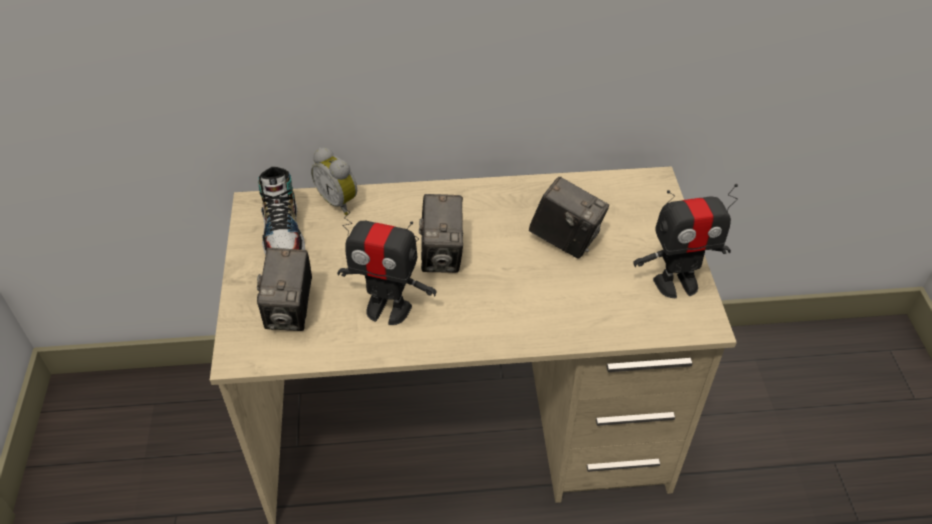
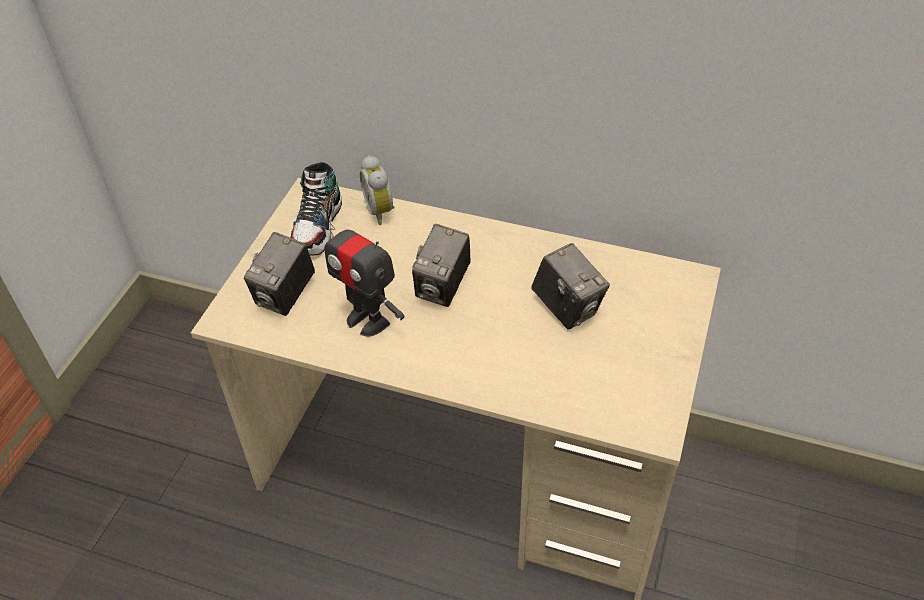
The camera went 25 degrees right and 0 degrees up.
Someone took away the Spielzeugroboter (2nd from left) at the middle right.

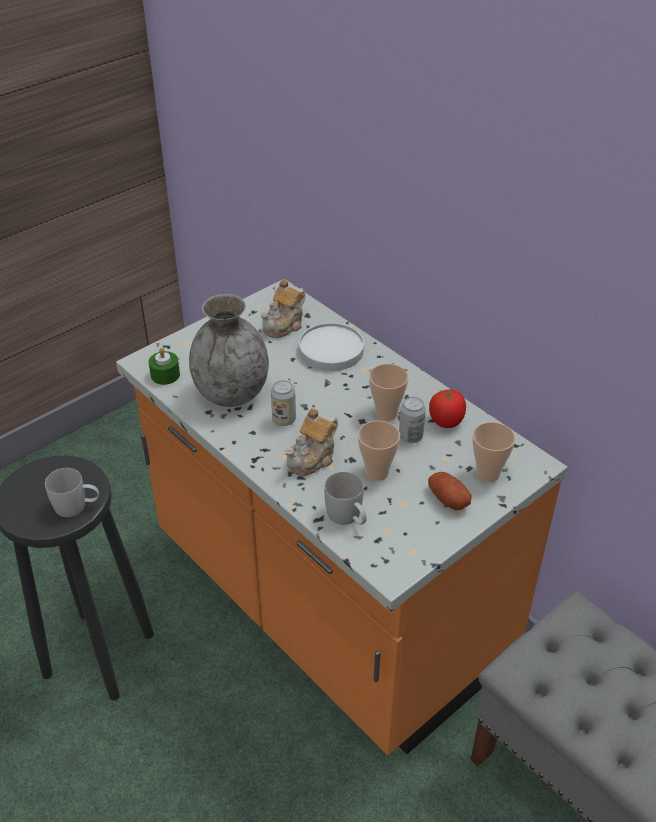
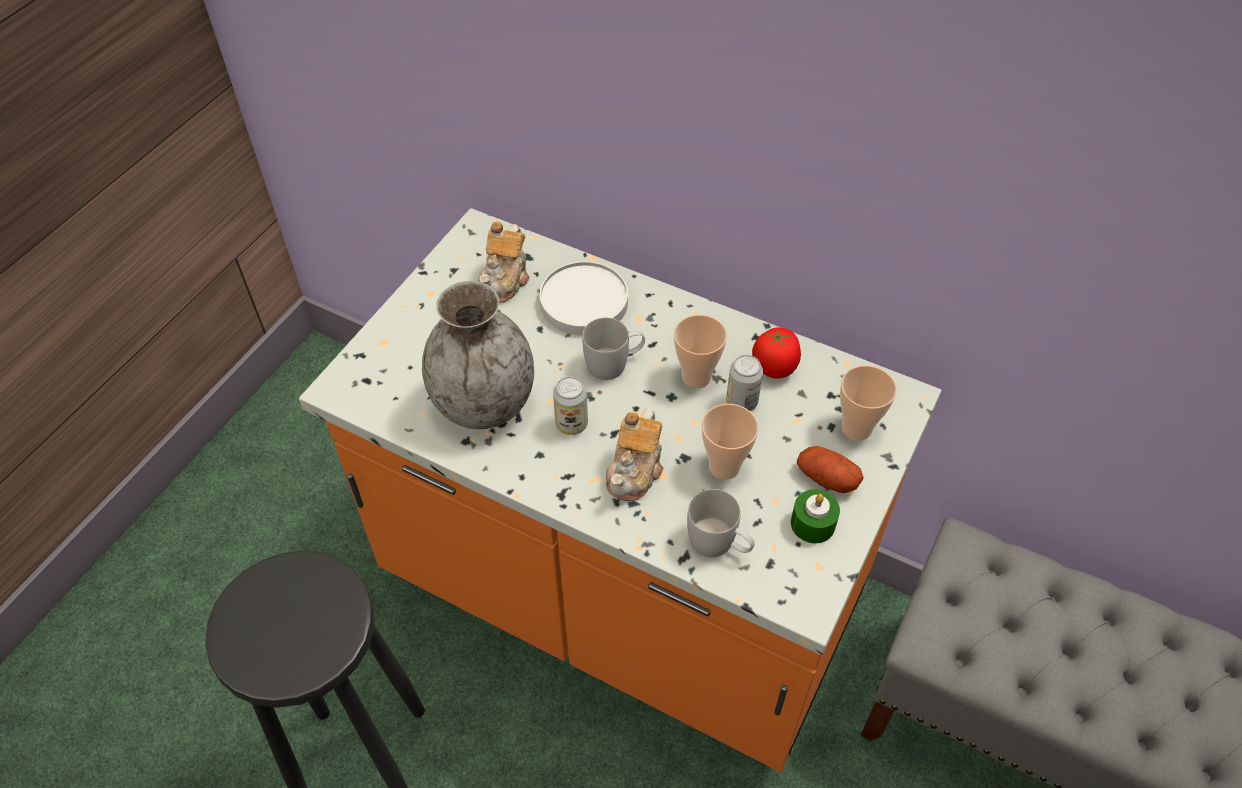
The camera went 20 degrees left and 10 degrees up.
Someone carried the Henkelbecher [weiß] (1st from left) from the middle left to the centre.
Someone carried the Kerze [grün] from the middle left to the centre.

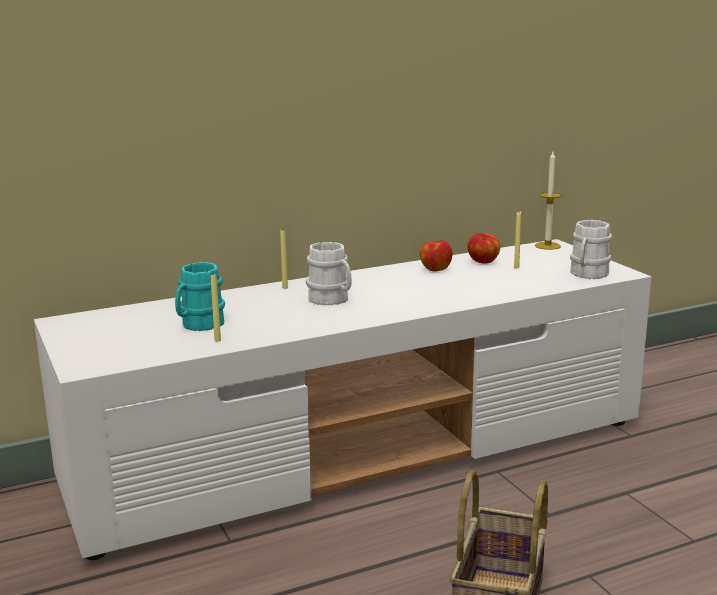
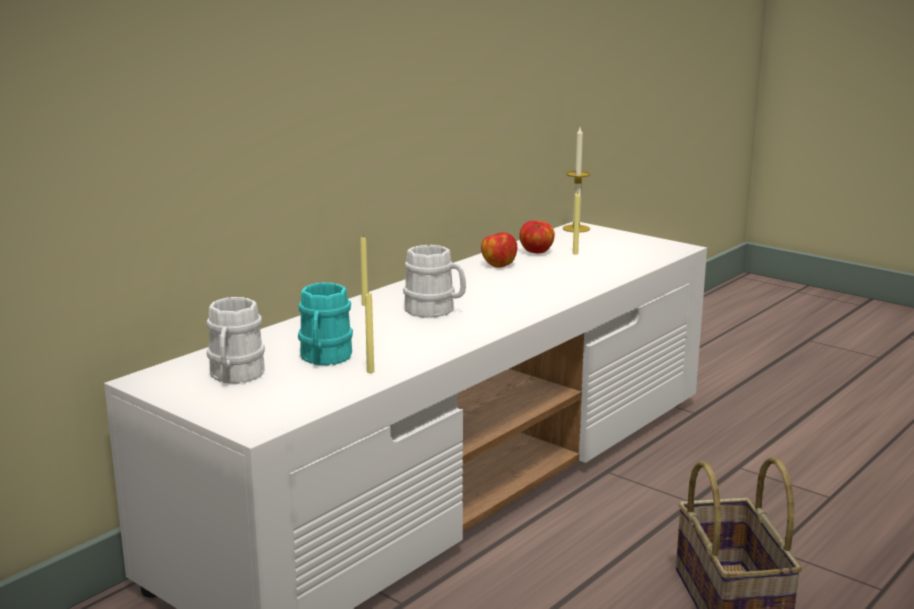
The camera went 25 degrees left and 0 degrees up.
Someone carried the Henkelbecher [weiß] (2nd from left in the first image) from the middle right to the middle left.

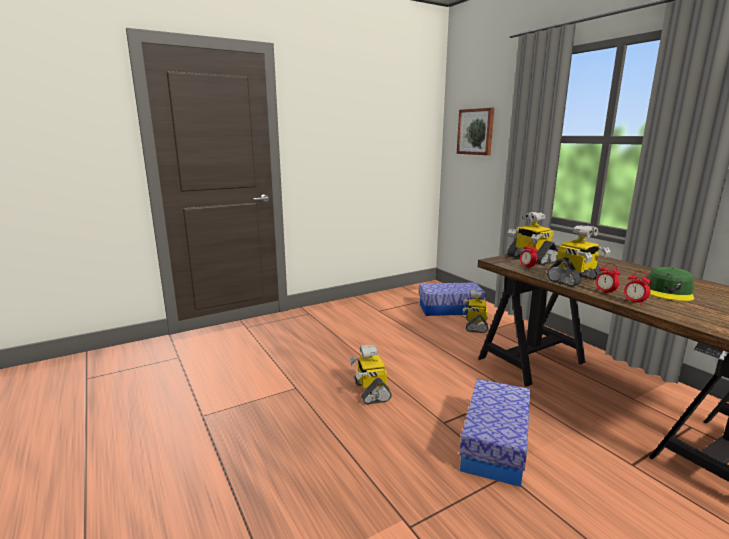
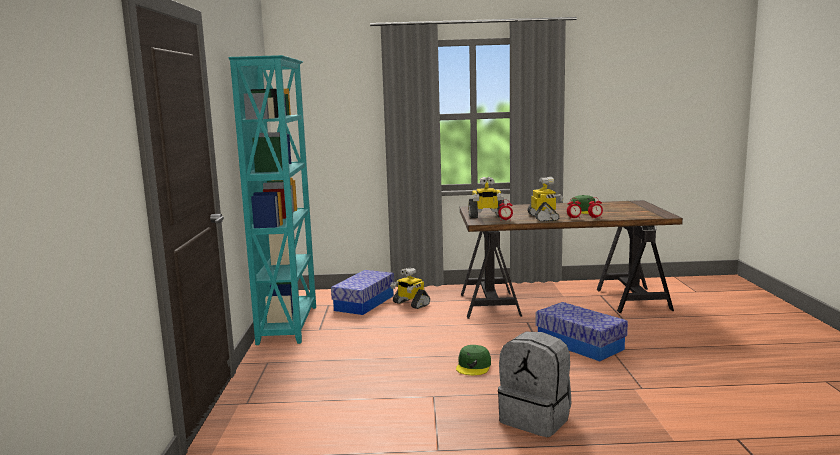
The camera went 60 degrees left and 5 degrees down.
Someone swapped the Spielzeugroboter (1st from left) at the bottom centre for the Kappe [grün] (1st from left) at the bottom centre.
Someone took away the Bild at the top centre.
Someone put down the Bücherregal [türkis] at the middle left.
Someone put down the Rucksack [grau] at the bottom centre.

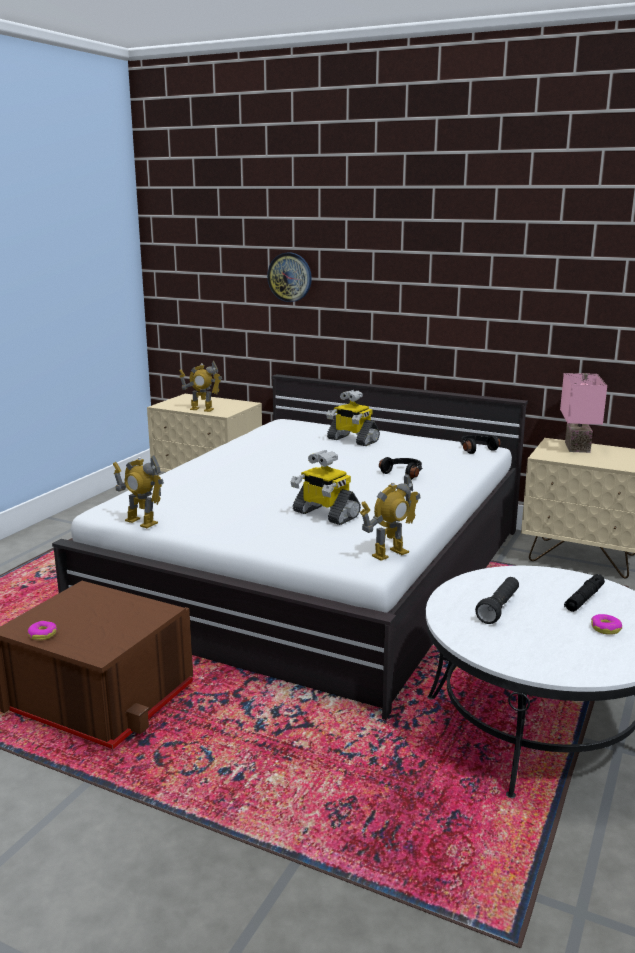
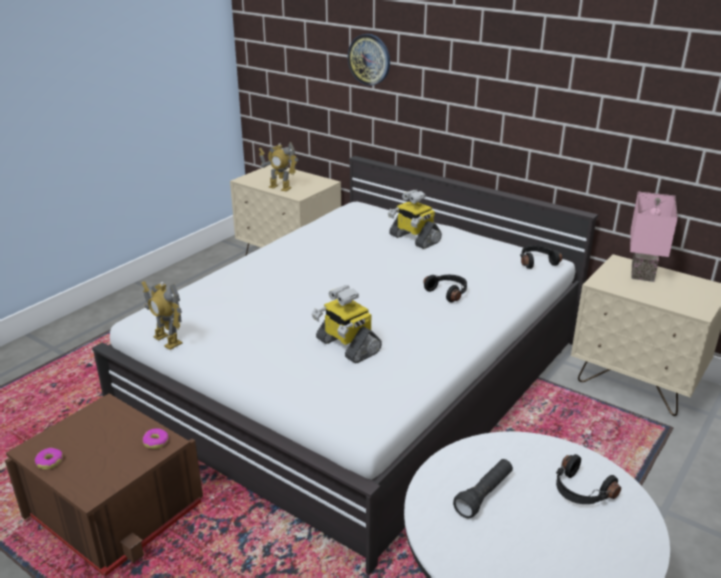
The camera went 10 degrees right and 10 degrees up.
Someone took away the Spielzeugroboter (5th from left) at the centre.
Someone swapped the Taschenlampe [schwarz] (2nd from left) at the middle right for the Kopfhörer [schwarz] (3rd from left) at the bottom right.
Someone carried the Donut (2nd from left) from the middle right to the bottom left.

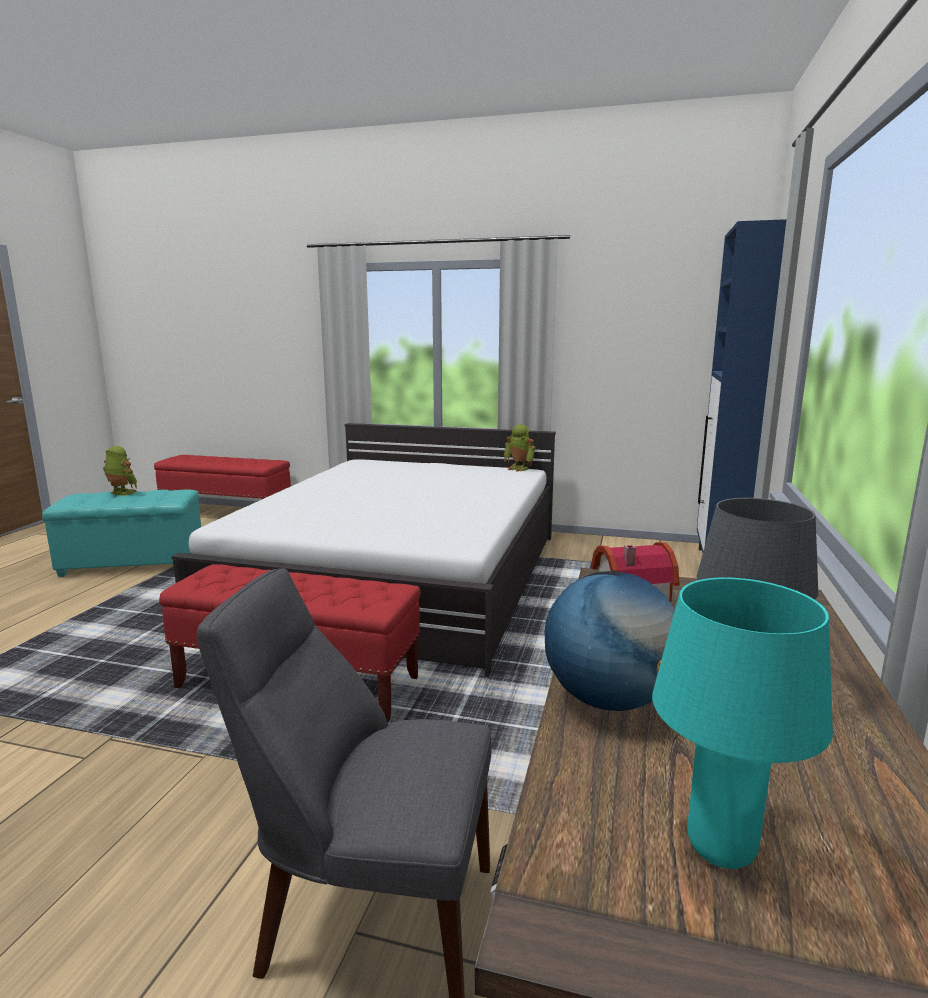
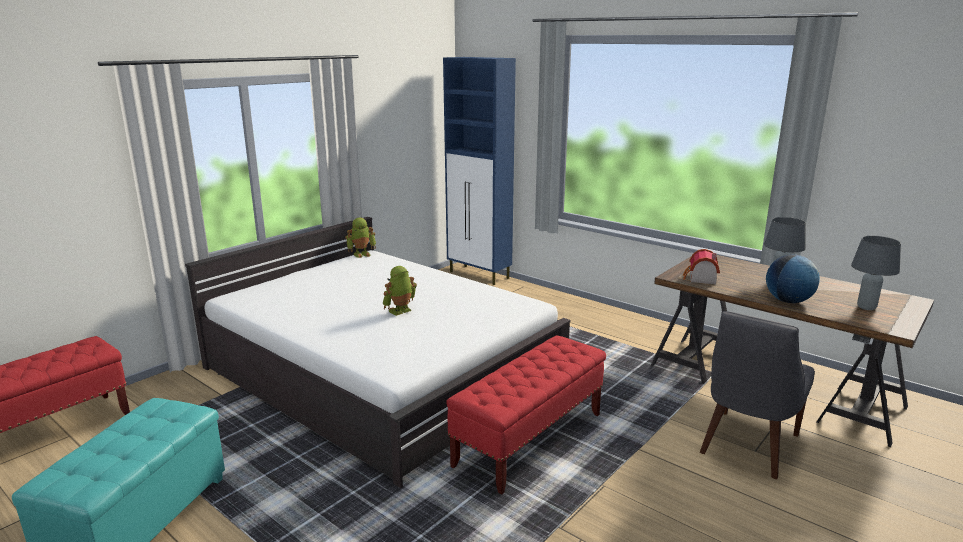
The camera went 65 degrees left and 5 degrees up.
Someone carried the Spielzeugroboter (1st from left in the first image) from the middle left to the centre.
Someone repainted the Tischlampe [türkis] at the bottom right, which became the Tischlampe [grau] (2nd from left) at the middle right.

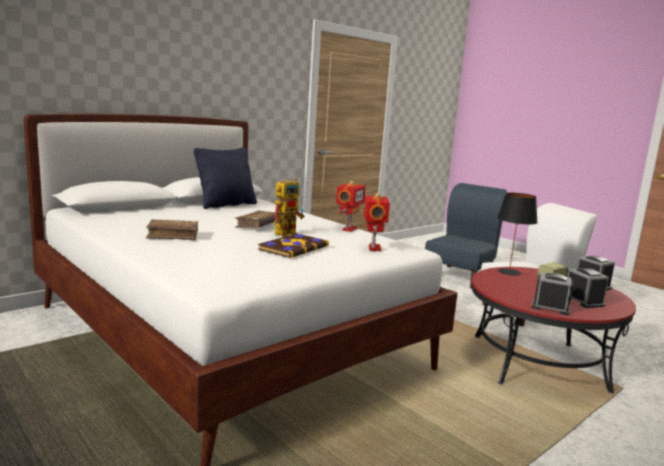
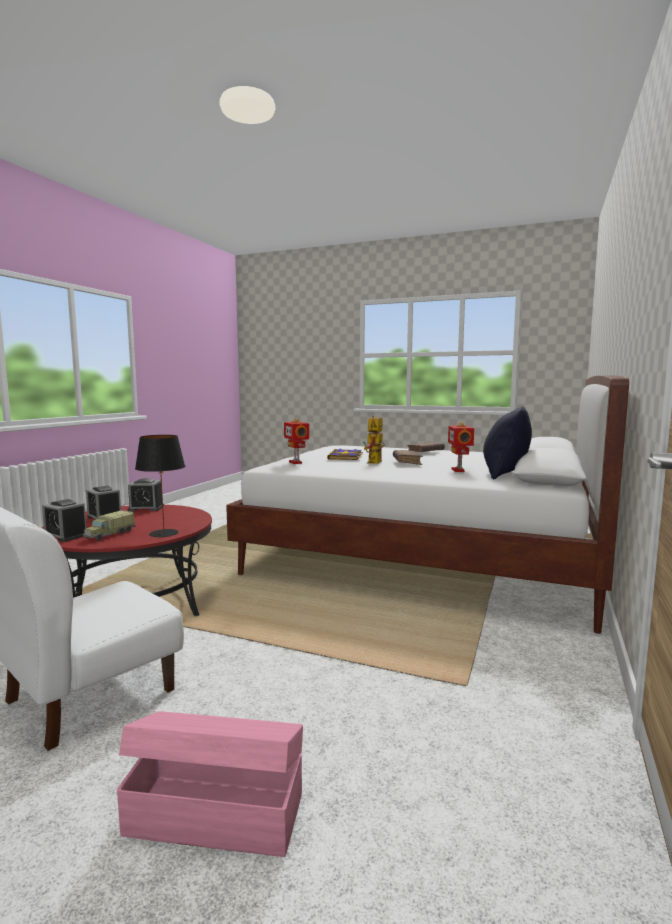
The camera went 155 degrees right and 5 degrees down.
Someone carried the Spielzeugroboter (2nd from left in the first image) from the centre to the middle right.
Someone swapped the Stuhl [blau] at the middle right for the Aufbewahrungsbox [rosa] at the bottom left.

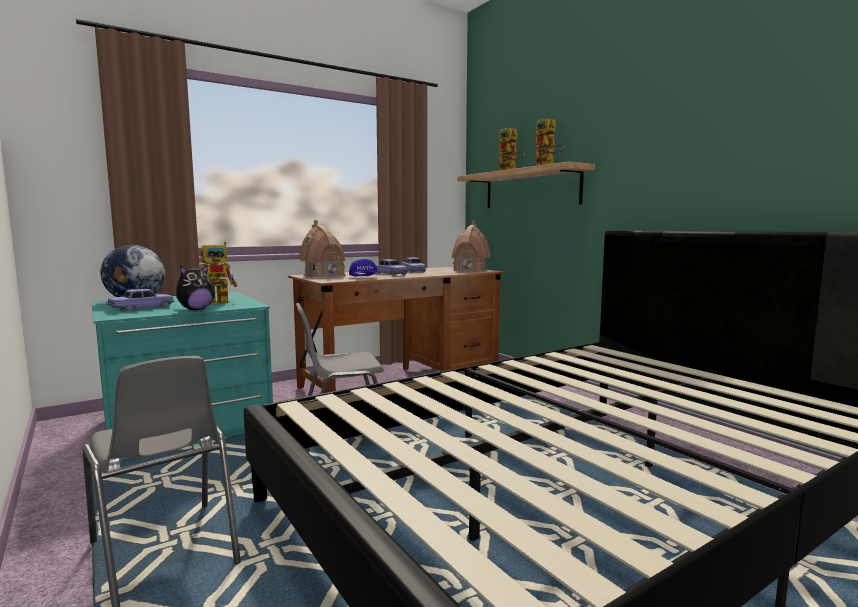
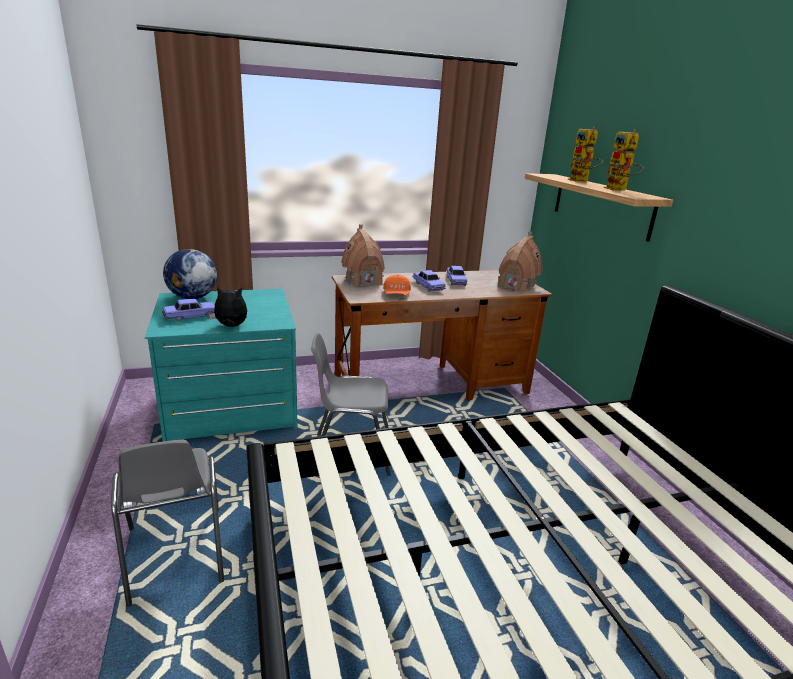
The camera went 15 degrees right and 15 degrees up.
Someone rotated the Plüschtier at the middle left by 150 degrees counterclockwise.
Someone took away the Spielzeugroboter (1st from left) at the middle left.
Someone repainted the Kappe [blau] at the centre, which became the Kappe [orange] at the centre.

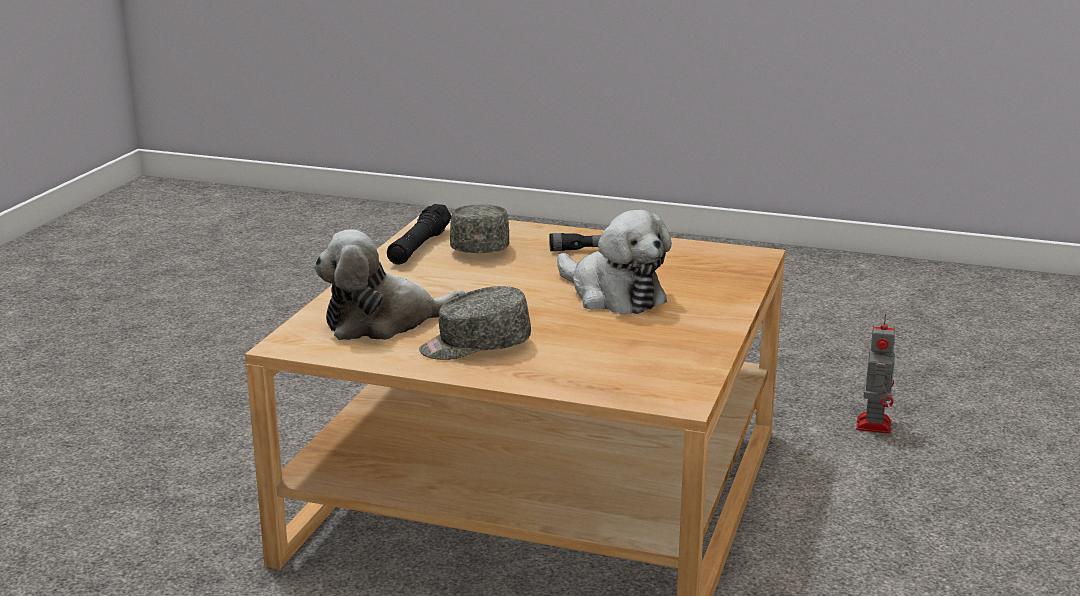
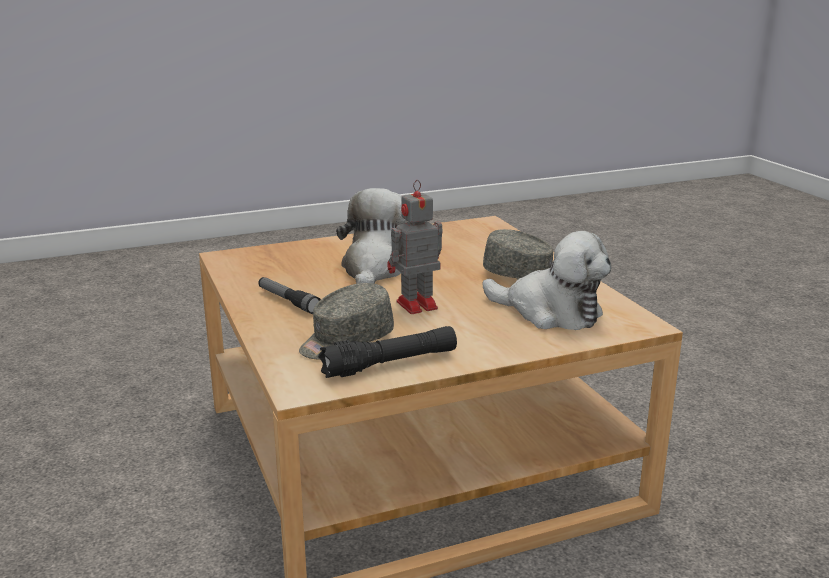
The camera went 130 degrees left and 0 degrees up.
Someone carried the Spielzeugroboter from the middle right to the centre.

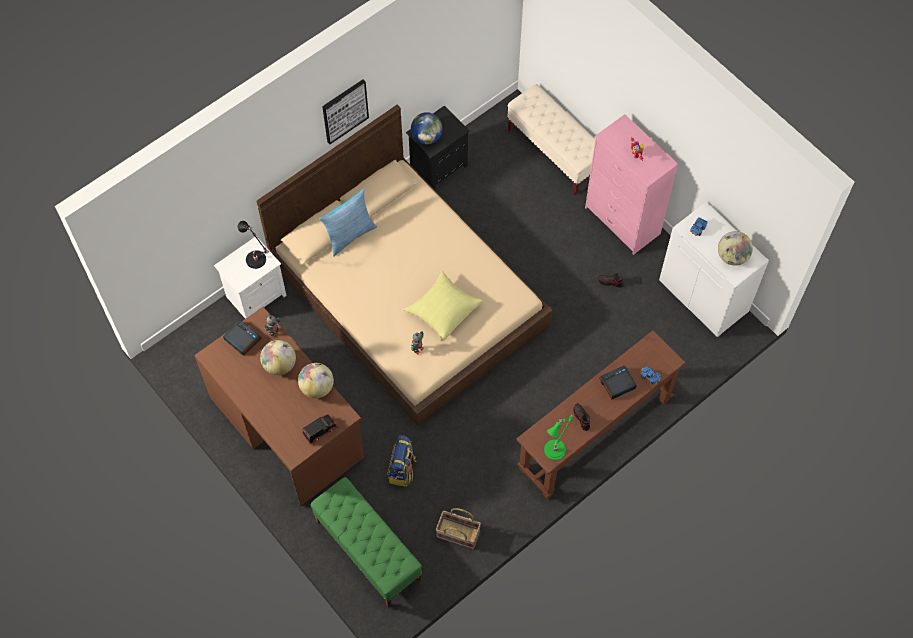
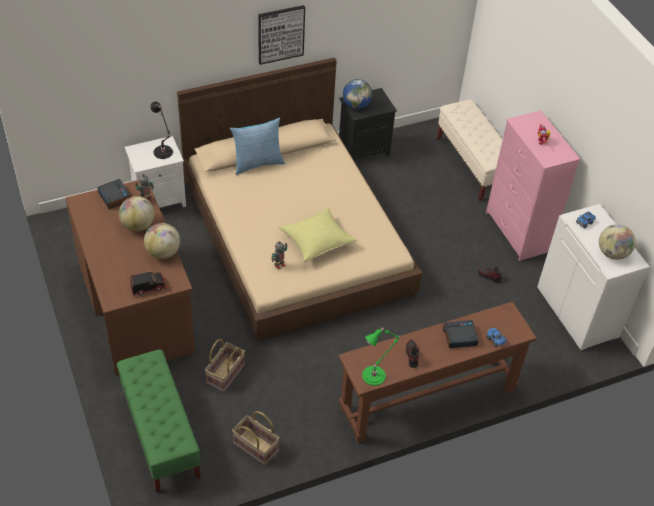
The camera went 15 degrees right and 15 degrees down.
Someone swapped the Rucksack at the bottom centre for the Korb (1st from left) at the bottom centre.

